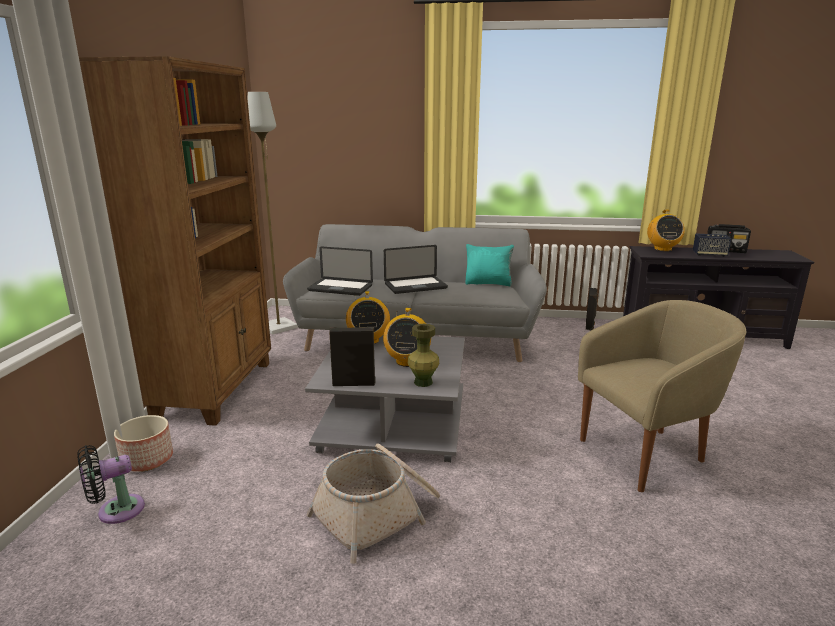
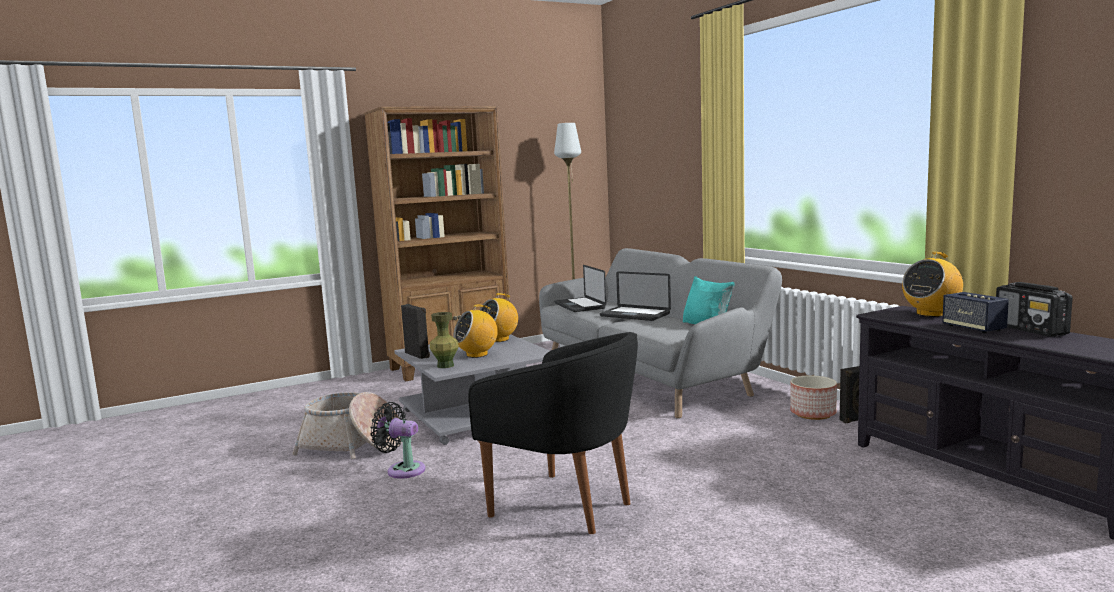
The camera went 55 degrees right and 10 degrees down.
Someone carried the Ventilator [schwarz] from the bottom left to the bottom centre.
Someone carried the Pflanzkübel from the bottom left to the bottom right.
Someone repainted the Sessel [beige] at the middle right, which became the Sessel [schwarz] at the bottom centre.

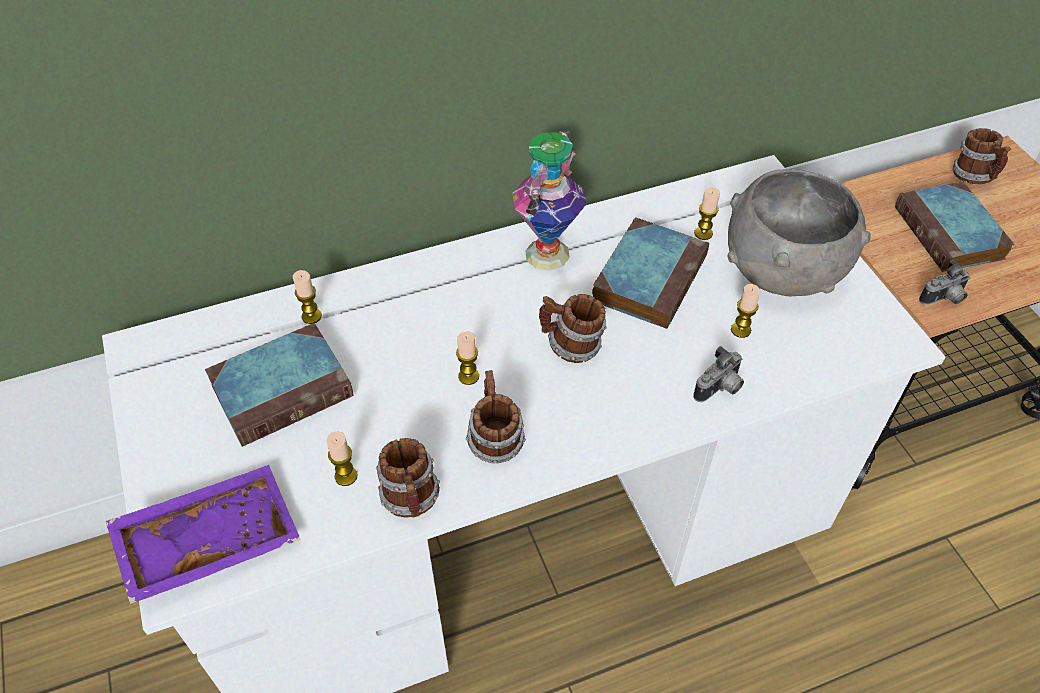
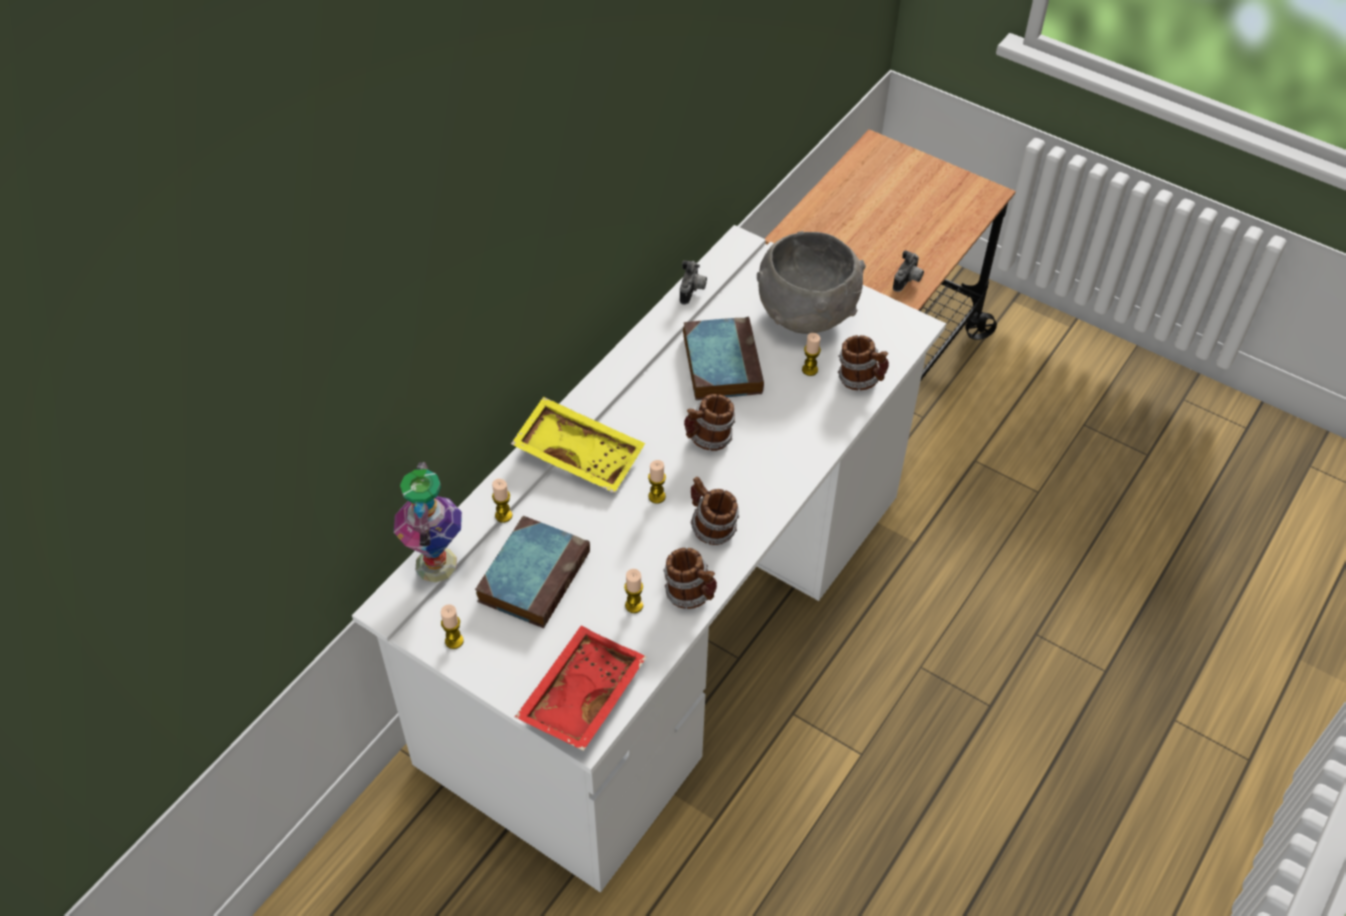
The camera went 35 degrees left and 0 degrees up.
Someone repainted the Tablett [lila] at the bottom left, which became the Tablett [rot] at the bottom centre.
Someone carried the Vase from the top centre to the middle left.
Someone carried the Kamera (1st from left) from the middle right to the top centre.
Someone carried the Kerze (4th from left in the first image) from the top right to the bottom centre.
Someone took away the Buch (3rd from left) at the top right.
Someone carried the Henkelbecher (4th from left) from the top right to the centre.
Someone put down the Tablett [gelb] at the centre.

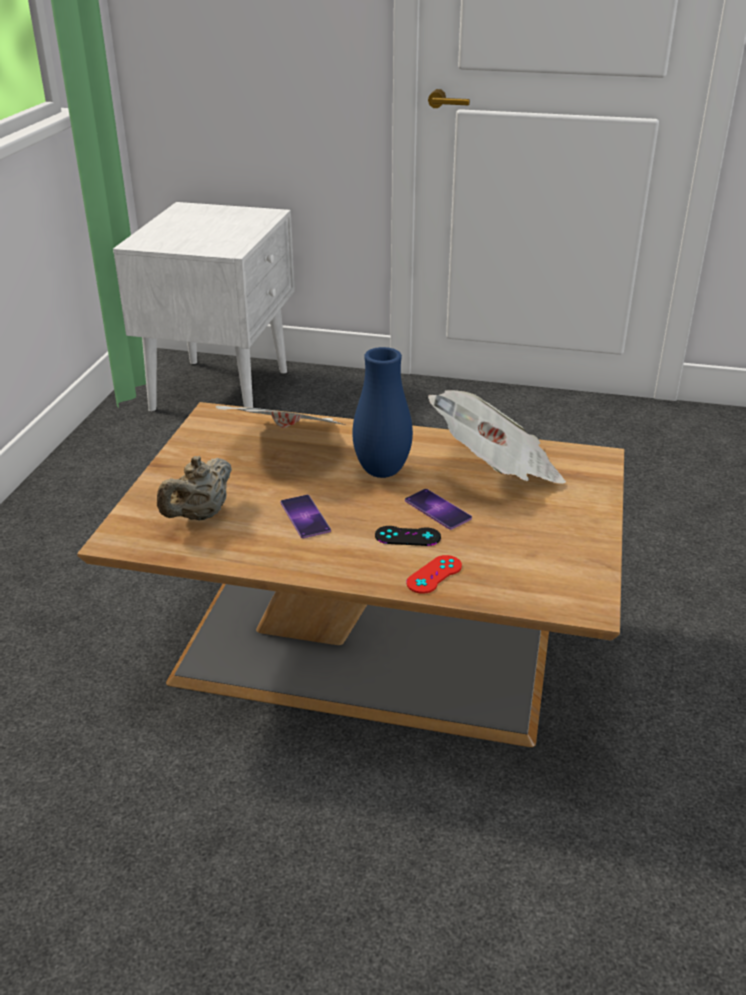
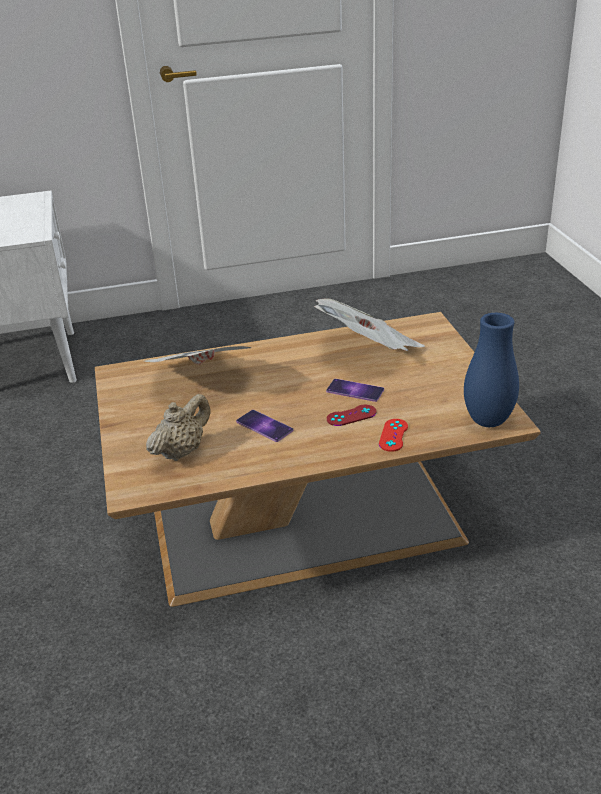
The camera went 25 degrees left and 0 degrees up.
Someone rotated the Teekanne [beige] at the middle left by 150 degrees counterclockwise.
Someone carried the Vase [blau] from the centre to the middle right.
Someone repainted the Gamepad [schwarz] at the centre, which became the Gamepad [rot] (1st from left) at the centre.

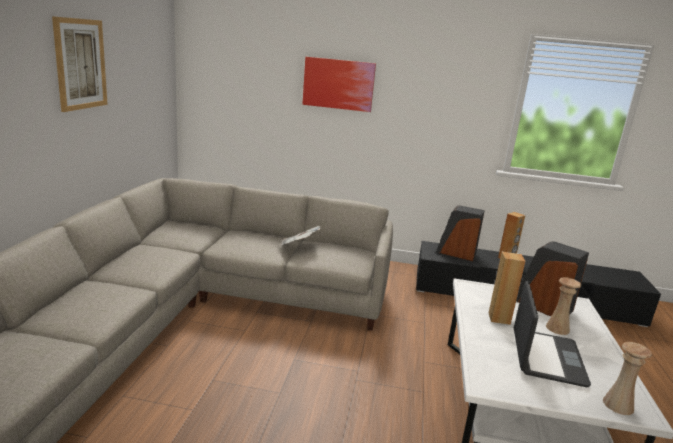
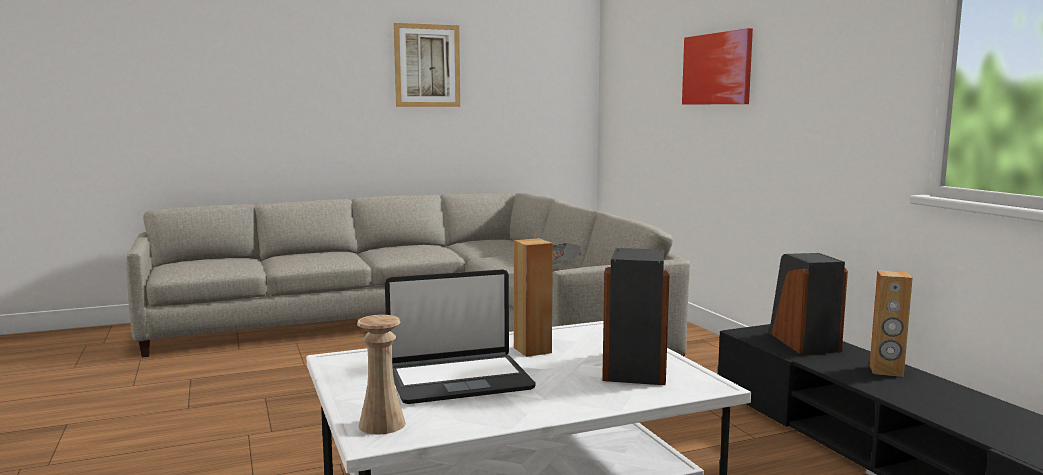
The camera went 60 degrees right and 10 degrees down.
Someone took away the Vase [beige] (1st from left) at the bottom right.

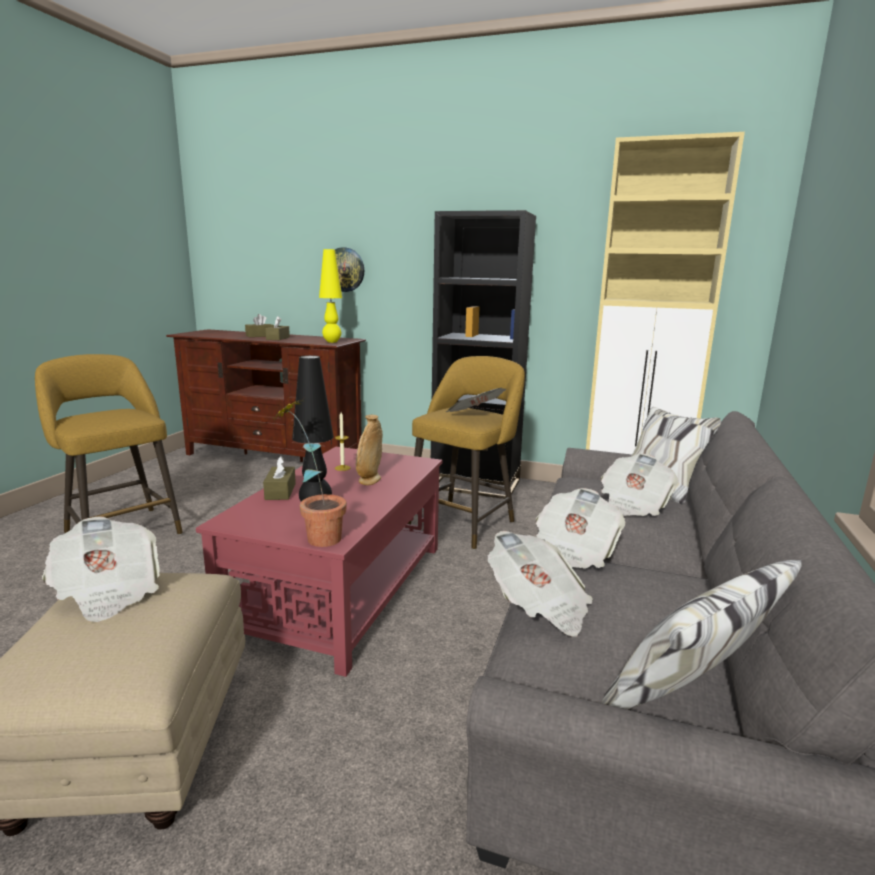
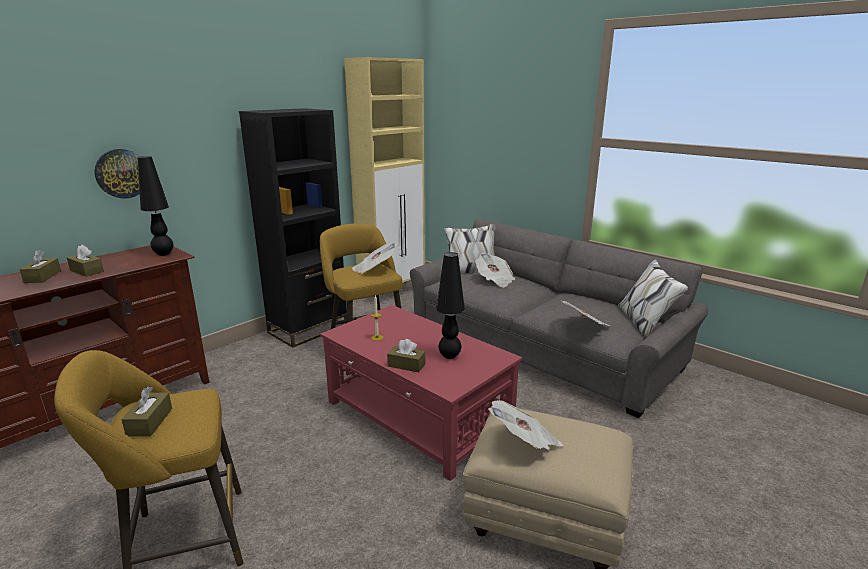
The camera went 65 degrees left and 5 degrees up.
Someone took away the Topfpflanze at the centre.
Someone repainted the Tischlampe [gelb] at the centre, which became the Tischlampe [schwarz] (1st from left) at the middle left.
Someone took away the Vase [beige] at the centre.
Someone took away the Zeitung (4th from left) at the centre.
Someone put down the Taschentuchbox [braun] (3rd from left) at the bottom left.

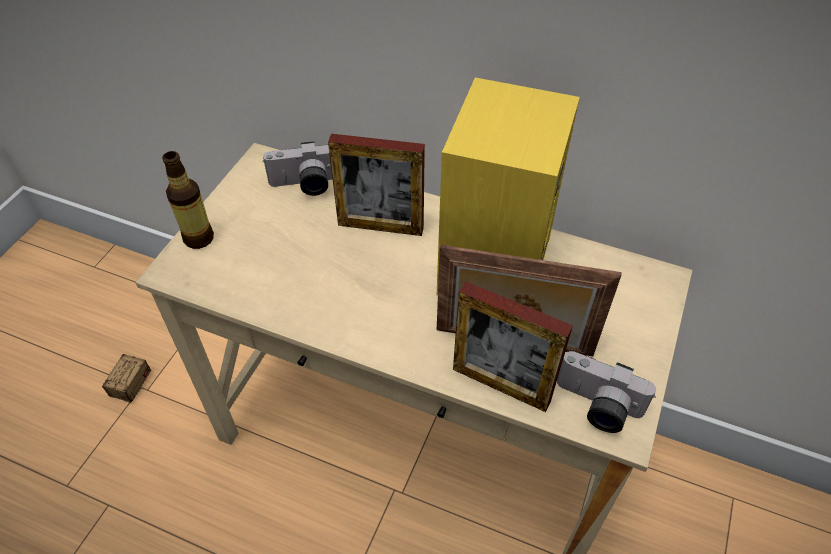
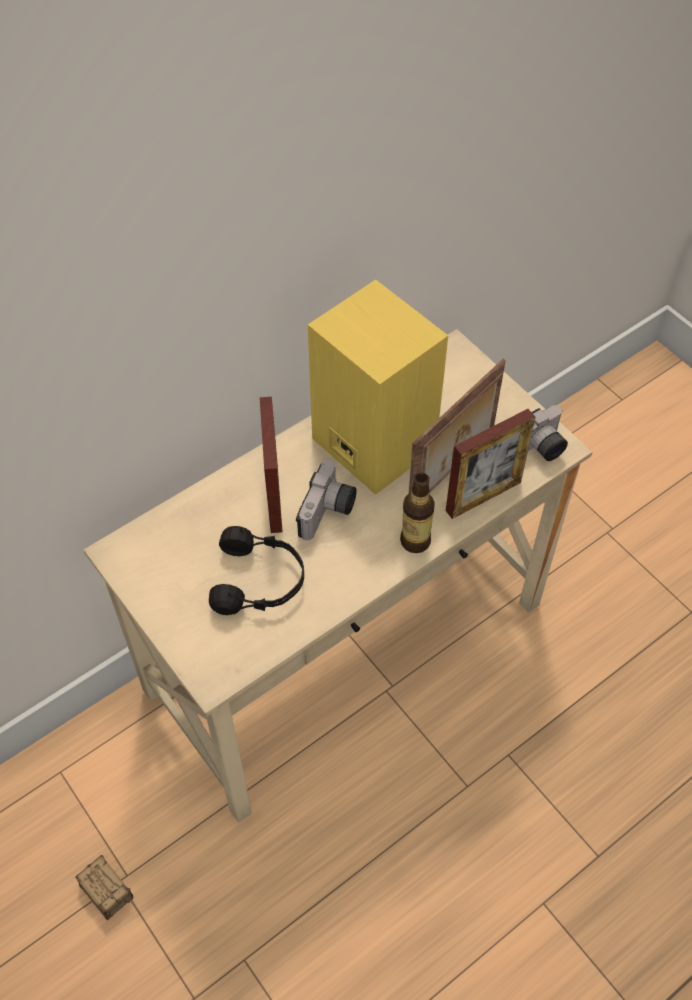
The camera went 60 degrees left and 5 degrees up.
Someone carried the Flasche from the middle left to the centre.
Someone carried the Kamera (1st from left) from the top centre to the centre.
Someone rotated the Bilderrahmen (1st from left) at the centre by 135 degrees clockwise.
Someone put down the Kopfhörer [schwarz] at the centre.

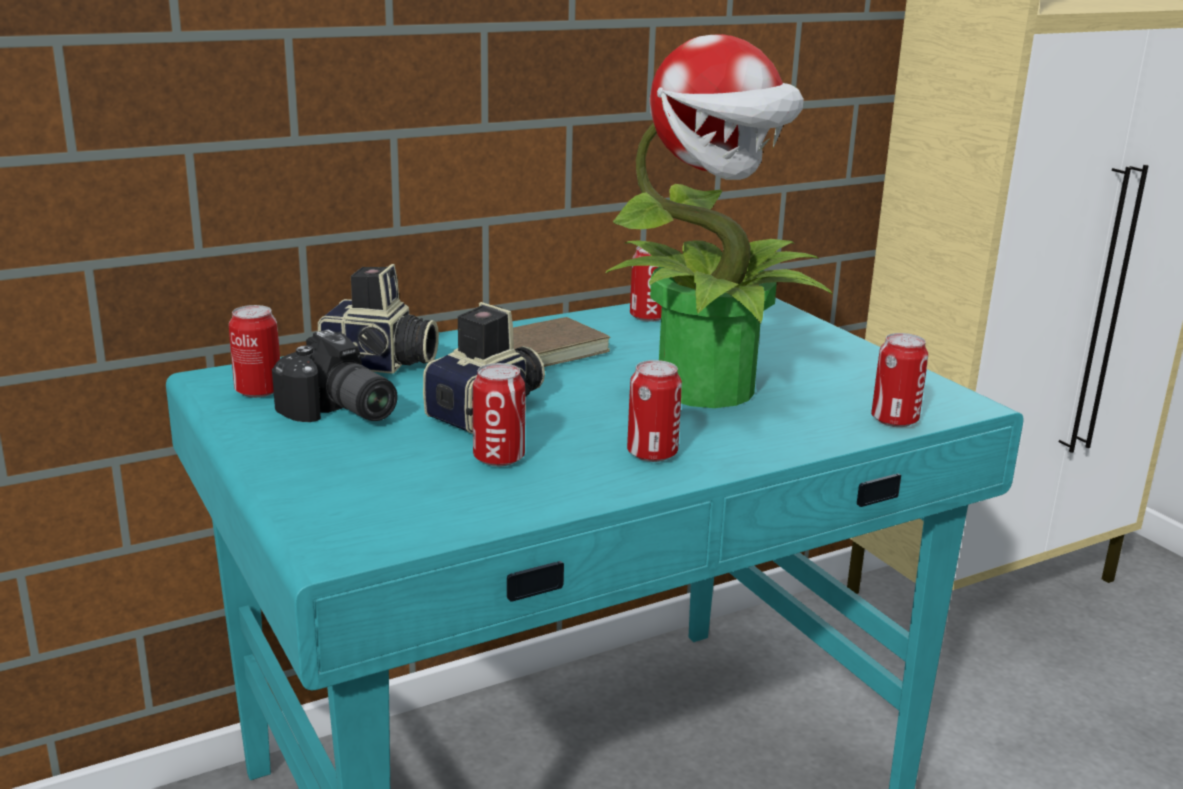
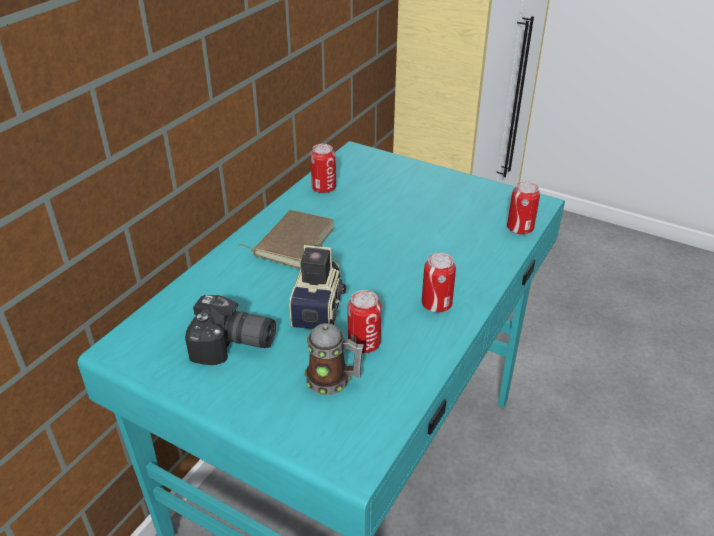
The camera went 30 degrees left and 15 degrees up.
Someone took away the Dose (1st from left) at the middle left.
Someone took away the Kamera (2nd from left) at the middle left.
Someone took away the Topfpflanze at the top centre.
Someone put down the Henkelbecher at the bottom centre.

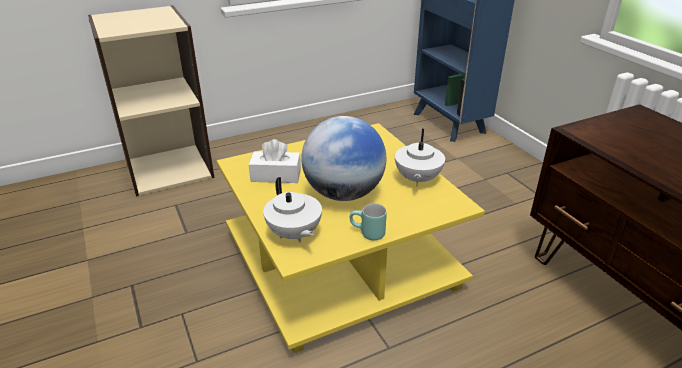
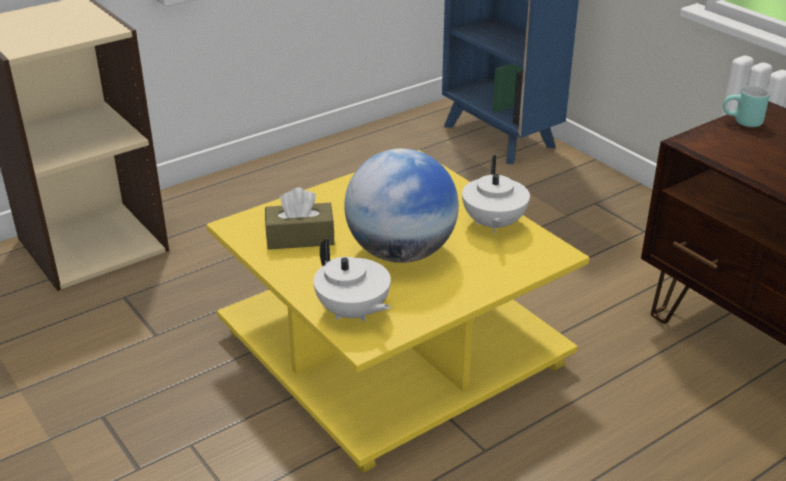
The camera went 10 degrees left and 0 degrees up.
Someone repainted the Taschentuchbox [weiß] at the centre, which became the Taschentuchbox [braun] at the centre.
Someone carried the Henkelbecher [türkis] from the centre to the top right.

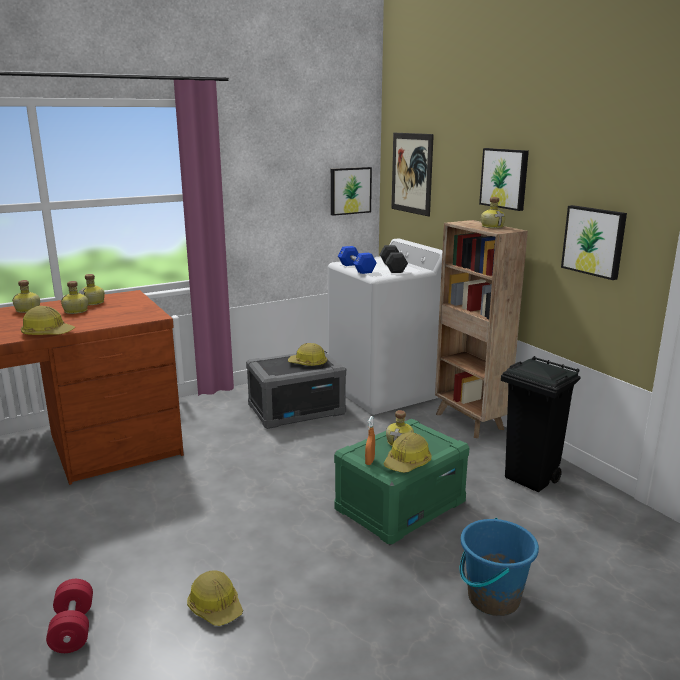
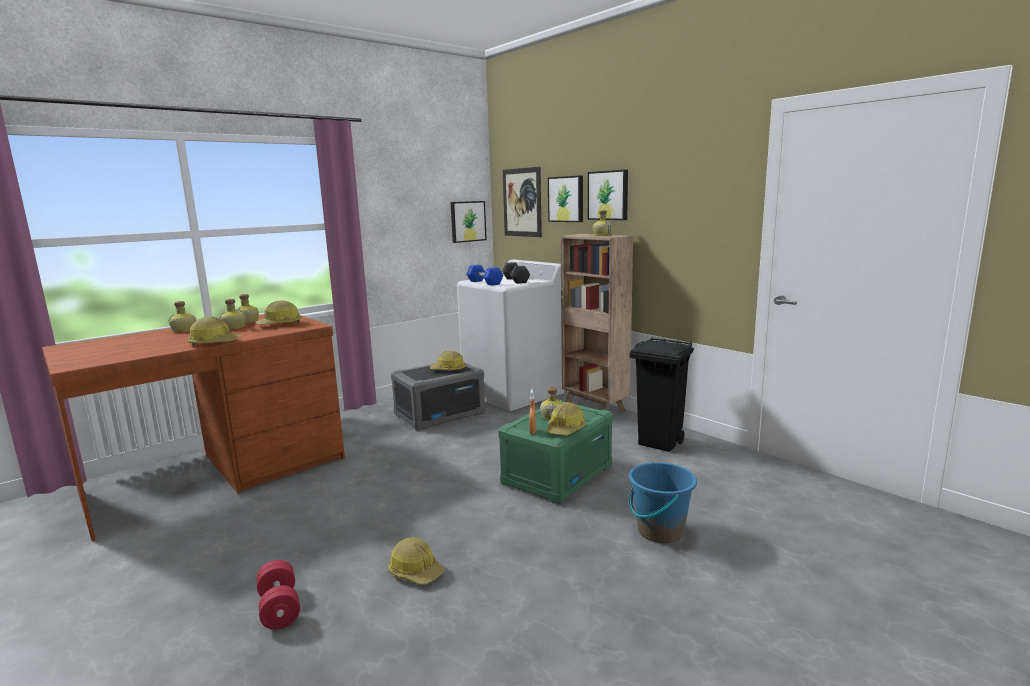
The camera went 10 degrees left and 5 degrees down.
Someone carried the Bild (4th from left in the first image) from the middle right to the top centre.
Someone put down the Schutzhelm (2nd from left) at the middle left.

